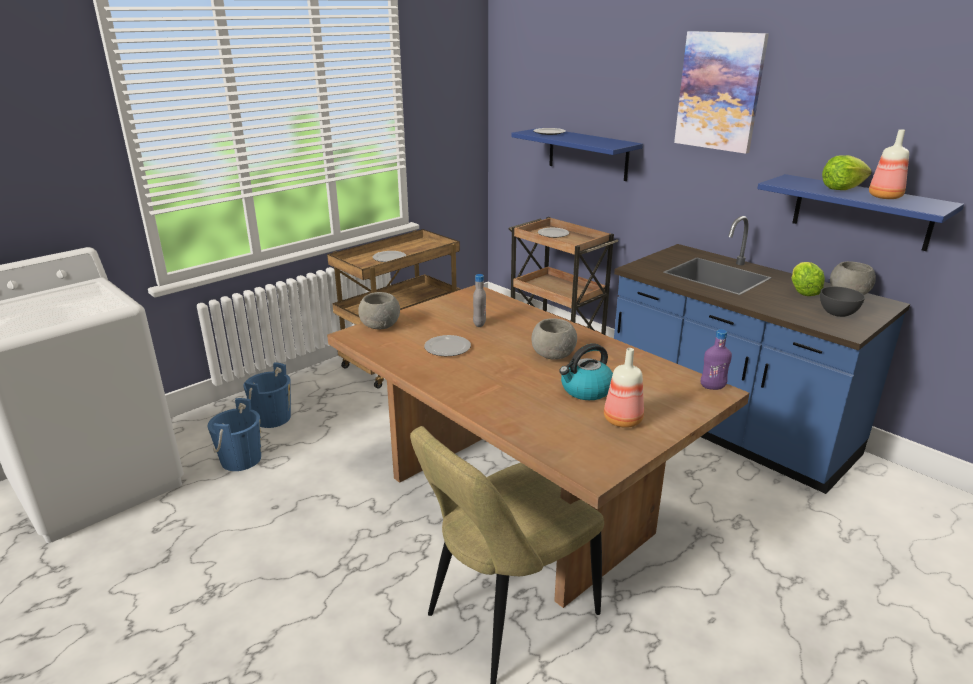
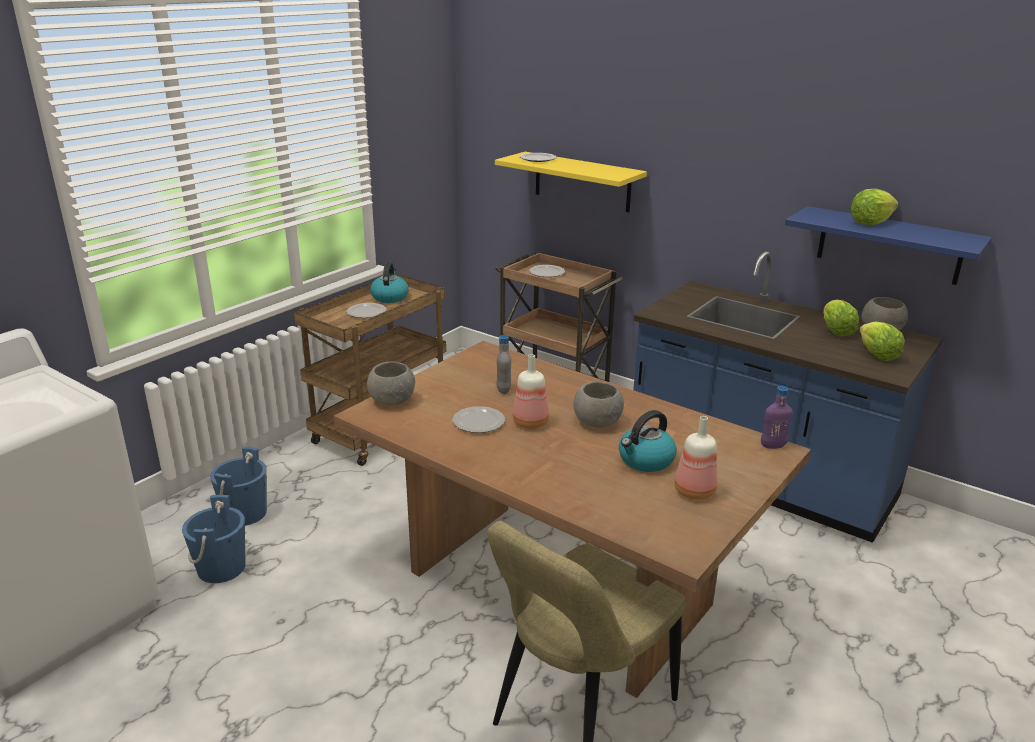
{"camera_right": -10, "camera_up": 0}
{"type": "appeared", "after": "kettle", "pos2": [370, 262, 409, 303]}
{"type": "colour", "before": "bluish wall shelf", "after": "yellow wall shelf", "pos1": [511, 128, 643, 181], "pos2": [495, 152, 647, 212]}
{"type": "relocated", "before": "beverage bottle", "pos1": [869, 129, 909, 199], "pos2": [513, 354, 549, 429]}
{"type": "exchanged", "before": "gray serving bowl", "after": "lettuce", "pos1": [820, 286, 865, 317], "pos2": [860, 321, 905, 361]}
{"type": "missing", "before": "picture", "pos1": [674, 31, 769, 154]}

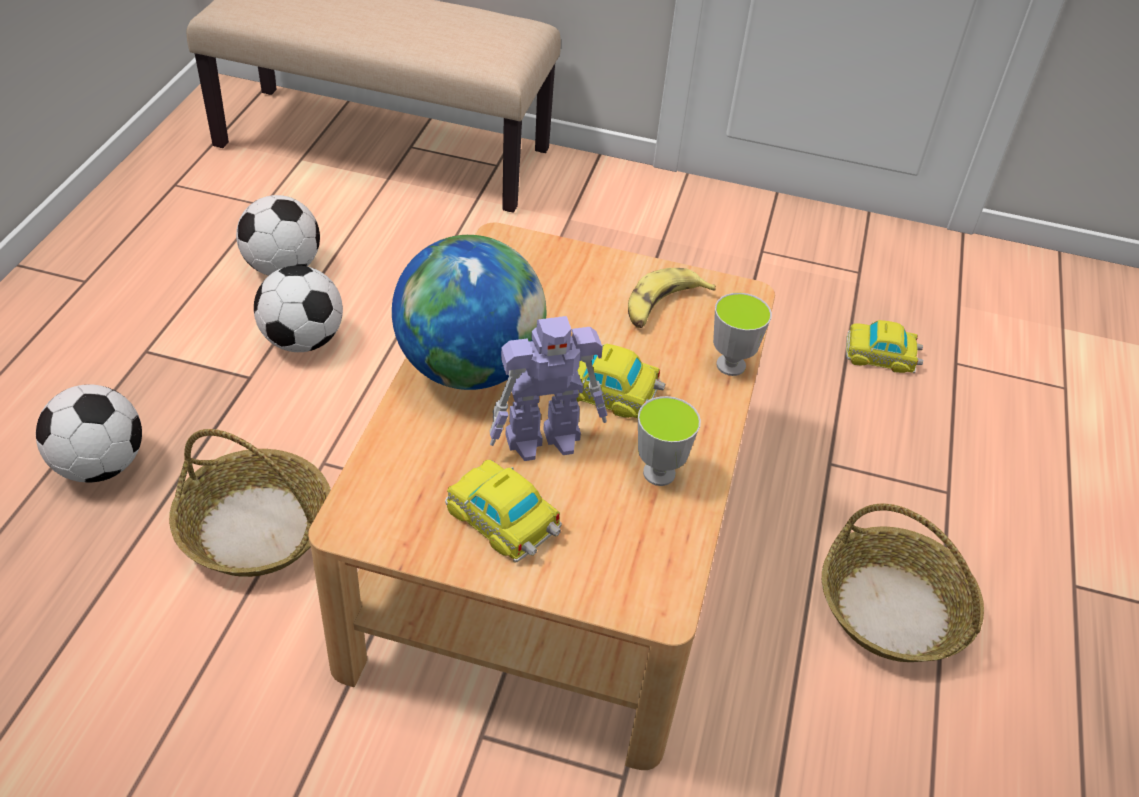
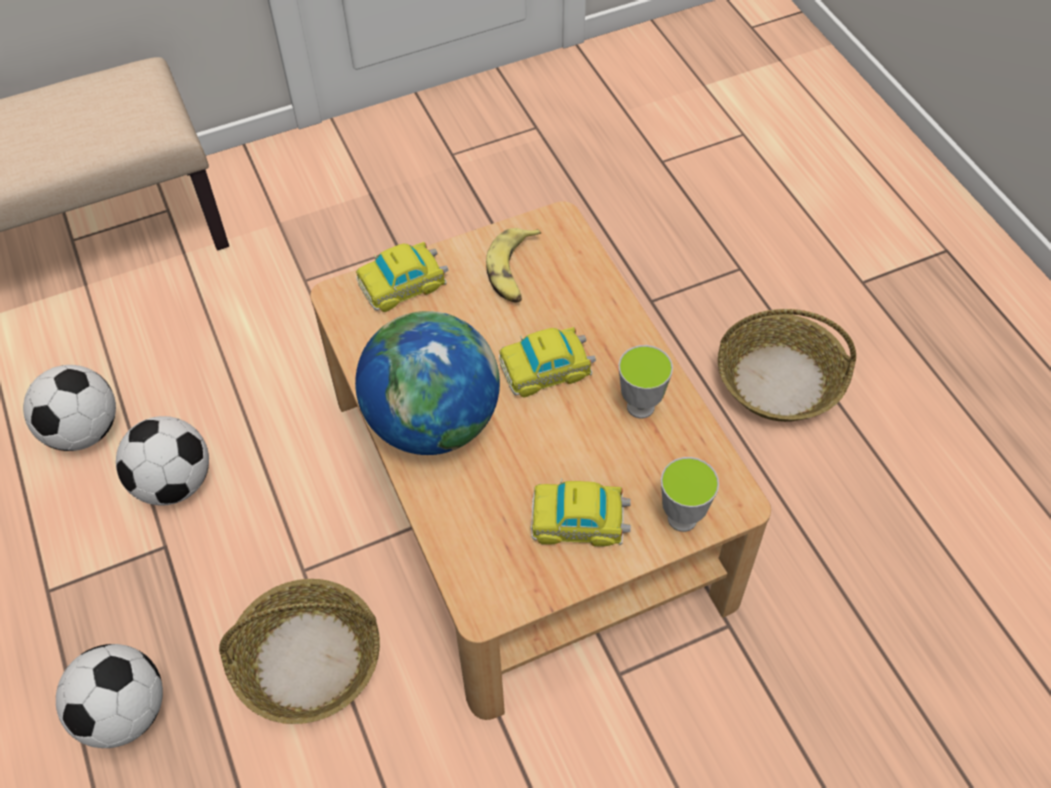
{"camera_right": -35, "camera_up": 10}
{"type": "relocated", "before": "model car", "pos1": [846, 320, 923, 373], "pos2": [356, 242, 449, 312]}
{"type": "relocated", "before": "cup", "pos1": [713, 293, 772, 376], "pos2": [661, 457, 719, 532]}
{"type": "missing", "before": "model robot", "pos1": [489, 316, 607, 461]}

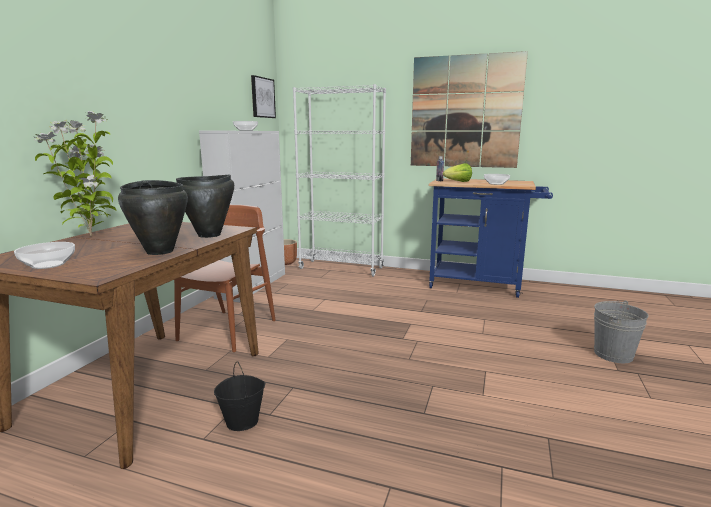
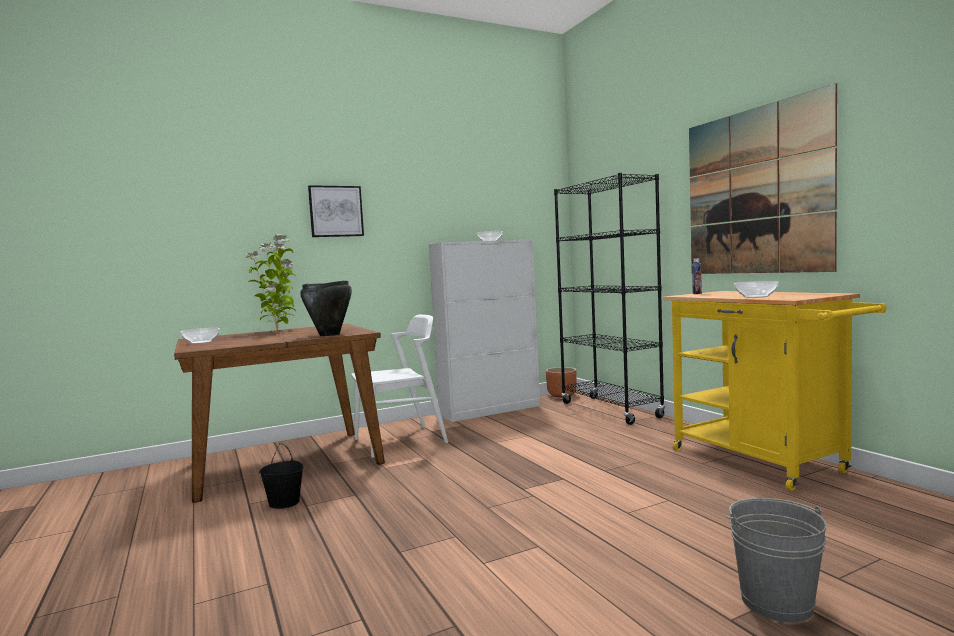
{"camera_right": 45, "camera_up": -10}
{"type": "relocated", "before": "picture", "pos1": [251, 75, 276, 118], "pos2": [308, 185, 364, 237]}
{"type": "colour", "before": "brown chair", "after": "white chair", "pos1": [174, 205, 276, 352], "pos2": [351, 314, 448, 458]}
{"type": "colour", "before": "white shelving unit", "after": "black shelving unit", "pos1": [293, 84, 386, 277], "pos2": [554, 173, 665, 425]}
{"type": "colour", "before": "bluish cart", "after": "yellow cart", "pos1": [429, 178, 553, 298], "pos2": [663, 291, 886, 491]}
{"type": "missing", "before": "black cooking pot", "pos1": [118, 180, 188, 255]}
{"type": "missing", "before": "lettuce", "pos1": [443, 163, 472, 182]}

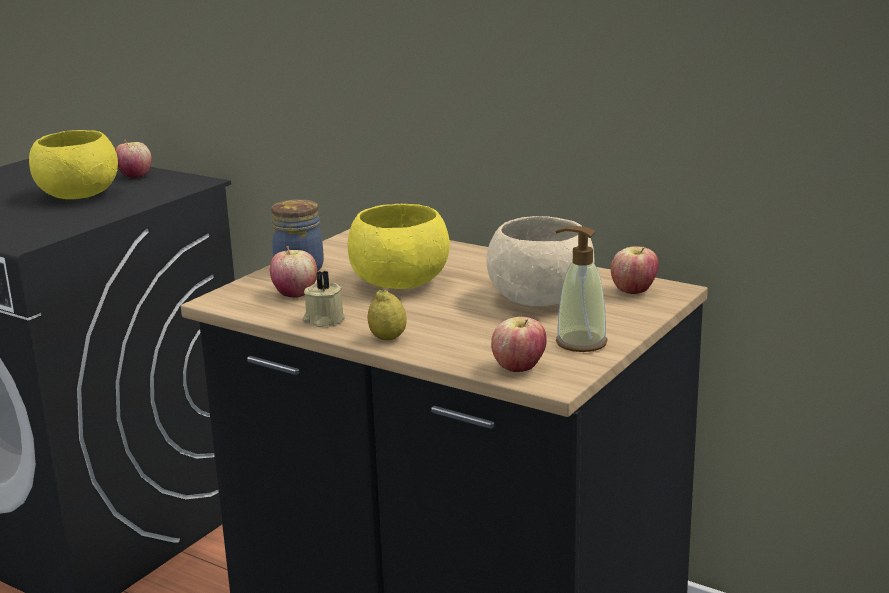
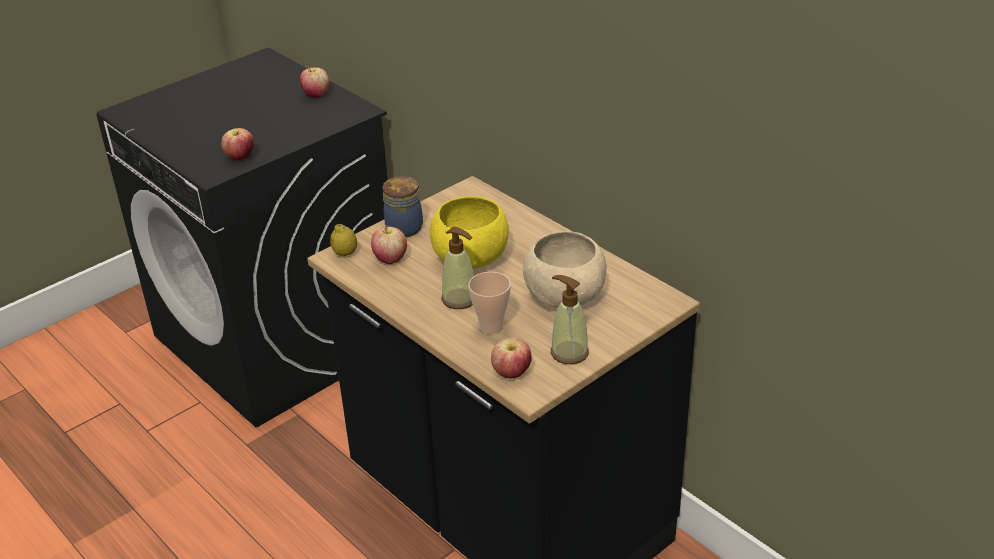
{"camera_right": 15, "camera_up": 15}
{"type": "relocated", "before": "apple fruit", "pos1": [611, 246, 659, 294], "pos2": [221, 128, 254, 160]}
{"type": "relocated", "before": "citrus fruit", "pos1": [367, 290, 407, 340], "pos2": [330, 224, 357, 256]}
{"type": "appeared", "after": "soap bottle", "pos2": [442, 227, 474, 309]}
{"type": "appeared", "after": "cup", "pos2": [468, 272, 511, 334]}
{"type": "missing", "before": "yellow serving bowl", "pos1": [29, 130, 118, 199]}
{"type": "missing", "before": "sand-coloured wax candle", "pos1": [302, 271, 345, 327]}

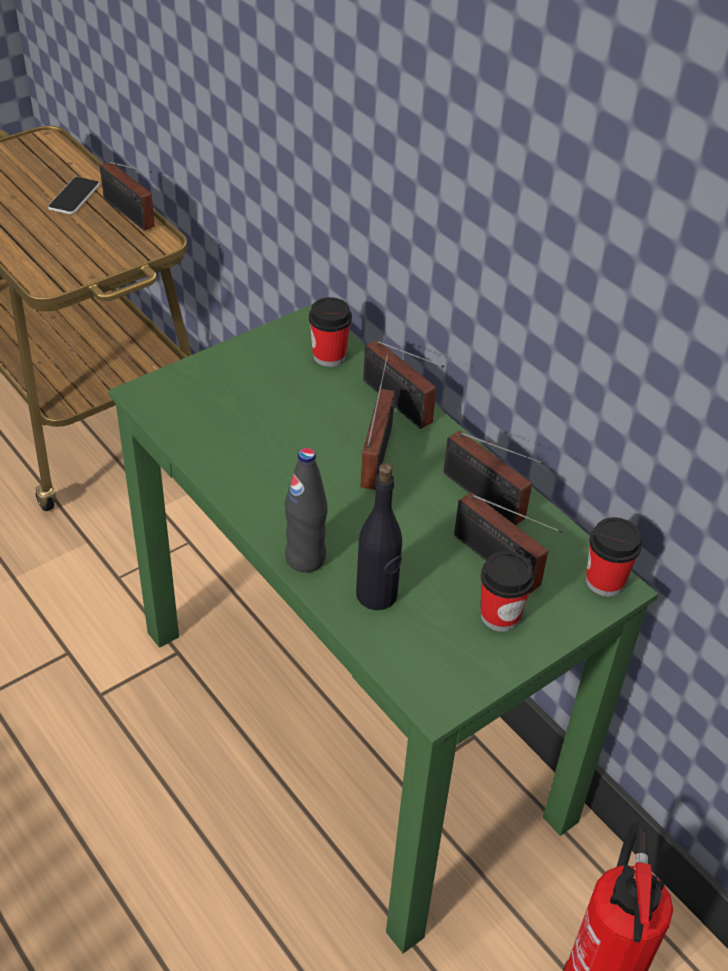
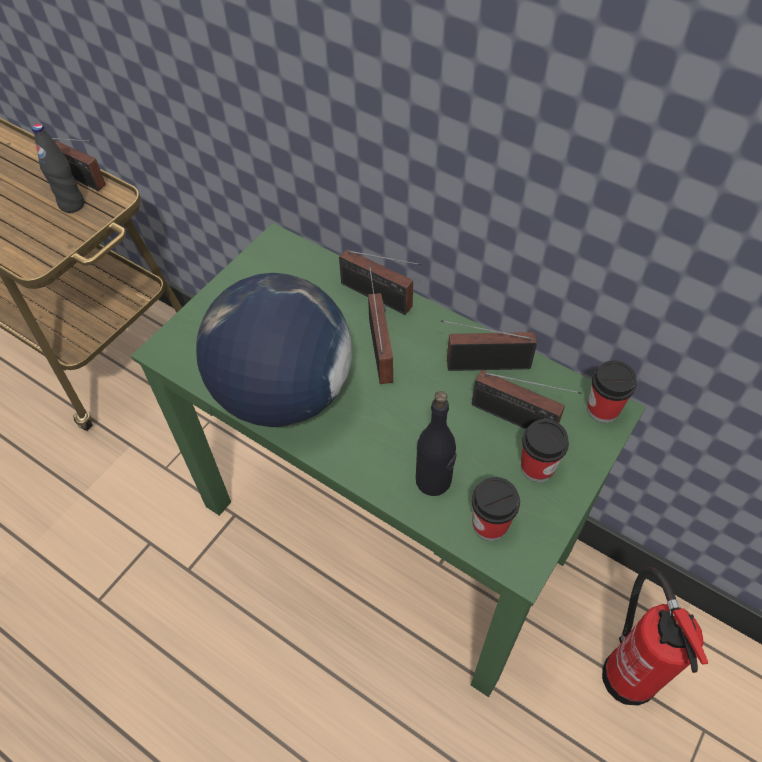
{"camera_right": -15, "camera_up": 10}
{"type": "relocated", "before": "black beverage bottle", "pos1": [284, 448, 328, 573], "pos2": [32, 123, 84, 213]}
{"type": "appeared", "after": "desk globe", "pos2": [196, 273, 352, 427]}
{"type": "spun", "before": "radio receiver", "pos1": [443, 431, 545, 525], "pos2": [441, 320, 537, 371], "turn": 150}
{"type": "relocated", "before": "cup", "pos1": [309, 297, 352, 367], "pos2": [472, 477, 520, 541]}
{"type": "missing", "before": "telephone", "pos1": [48, 177, 100, 214]}

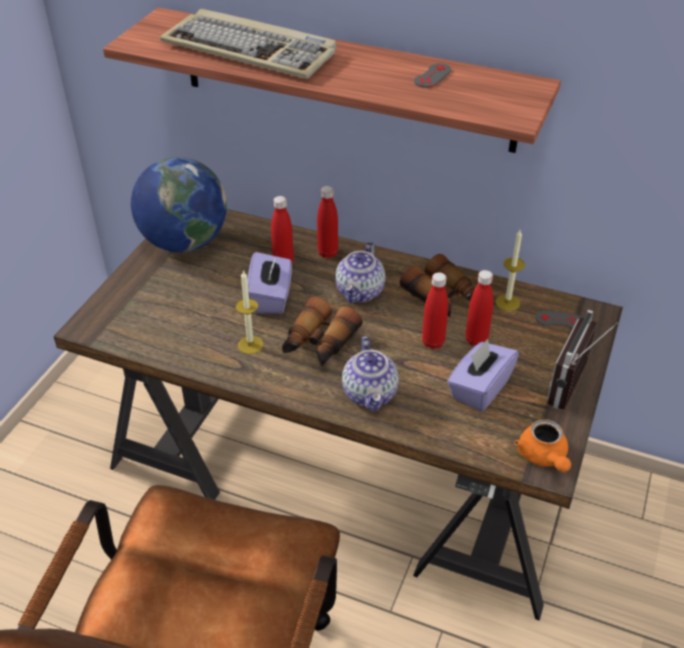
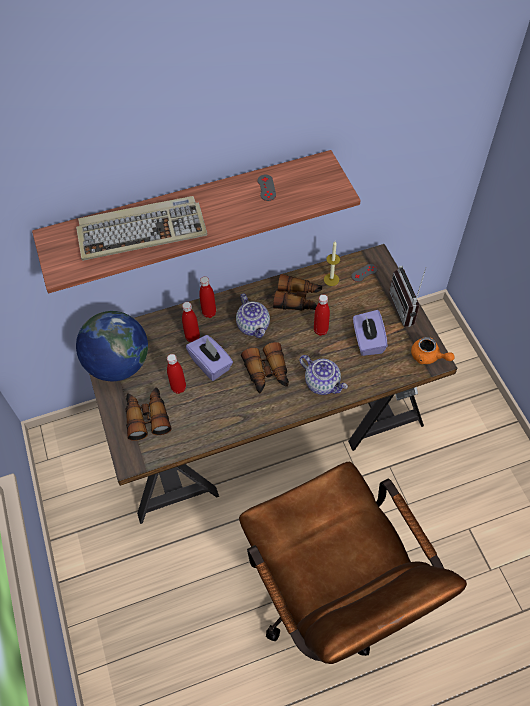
{"camera_right": -40, "camera_up": 15}
{"type": "appeared", "after": "binoculars", "pos2": [126, 387, 172, 441]}
{"type": "relocated", "before": "red beverage bottle", "pos1": [466, 270, 493, 346], "pos2": [167, 354, 186, 394]}
{"type": "missing", "before": "wax candle", "pos1": [236, 270, 263, 354]}

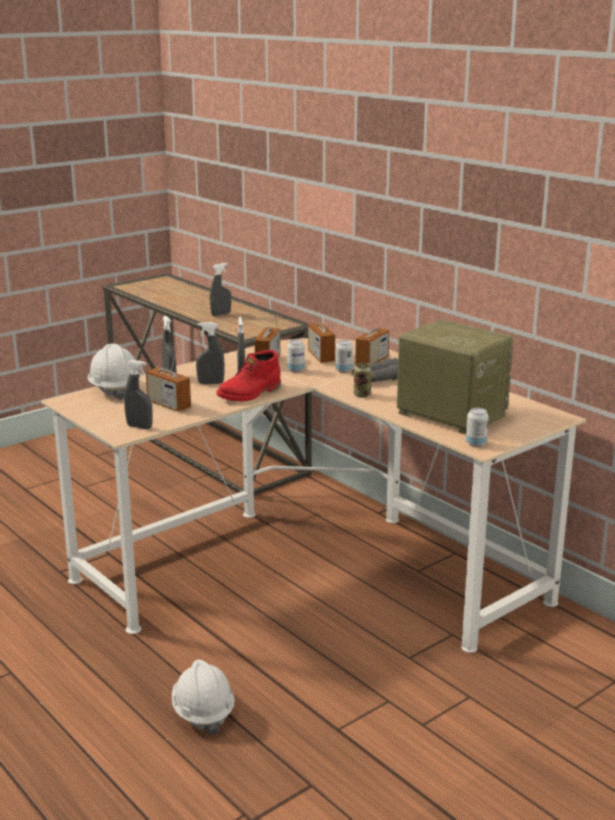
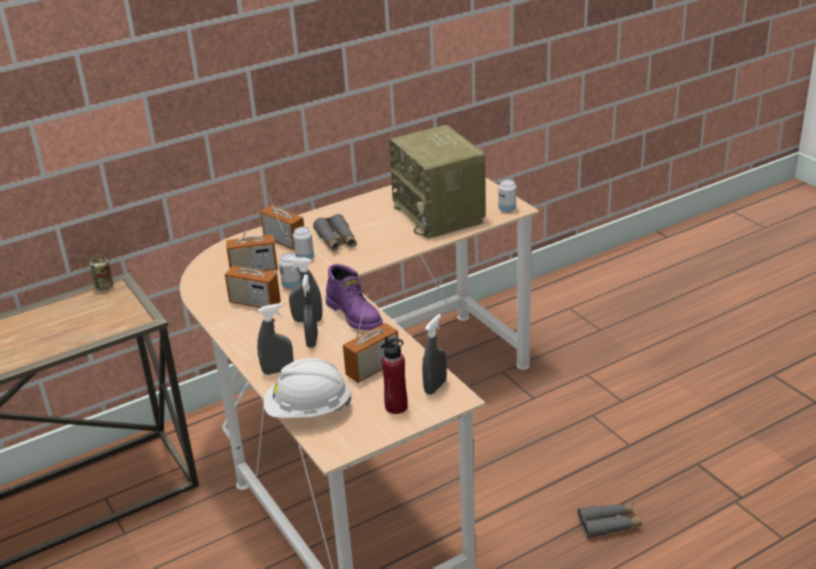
{"camera_right": -80, "camera_up": 10}
{"type": "relocated", "before": "can", "pos1": [354, 363, 372, 397], "pos2": [90, 255, 114, 291]}
{"type": "colour", "before": "red high-top boot", "after": "purple high-top boot", "pos1": [216, 350, 281, 401], "pos2": [326, 264, 383, 330]}
{"type": "appeared", "after": "red beverage bottle", "pos2": [382, 337, 408, 414]}
{"type": "spun", "before": "radio receiver", "pos1": [397, 320, 513, 435], "pos2": [389, 125, 485, 239], "turn": -75}
{"type": "exchanged", "before": "white safety helmet", "after": "gray binoculars", "pos1": [172, 659, 235, 735], "pos2": [577, 503, 642, 538]}
{"type": "missing", "before": "gray sprayer", "pos1": [210, 263, 231, 316]}

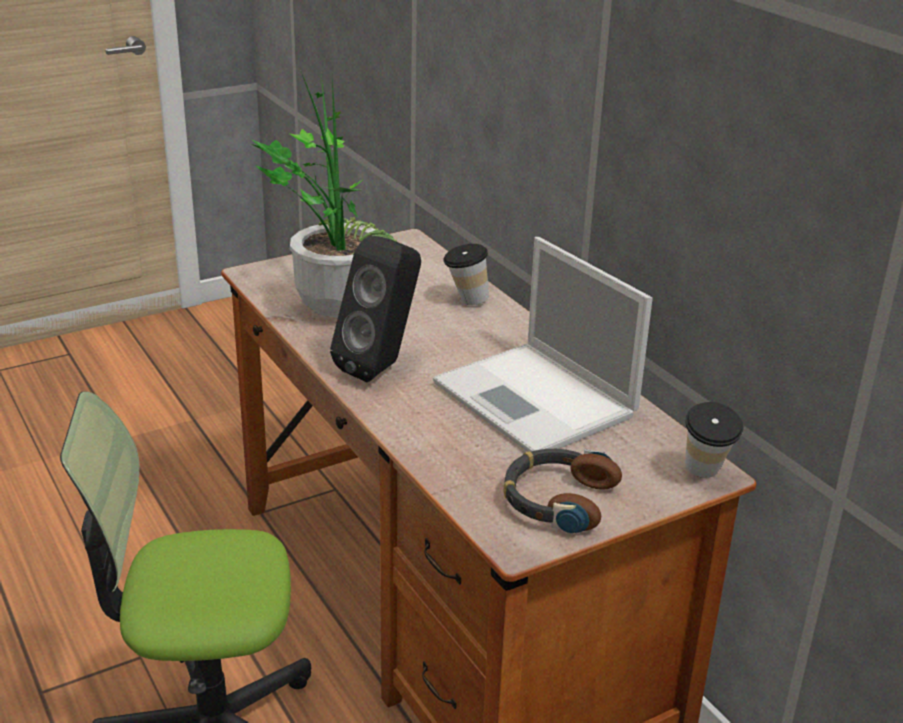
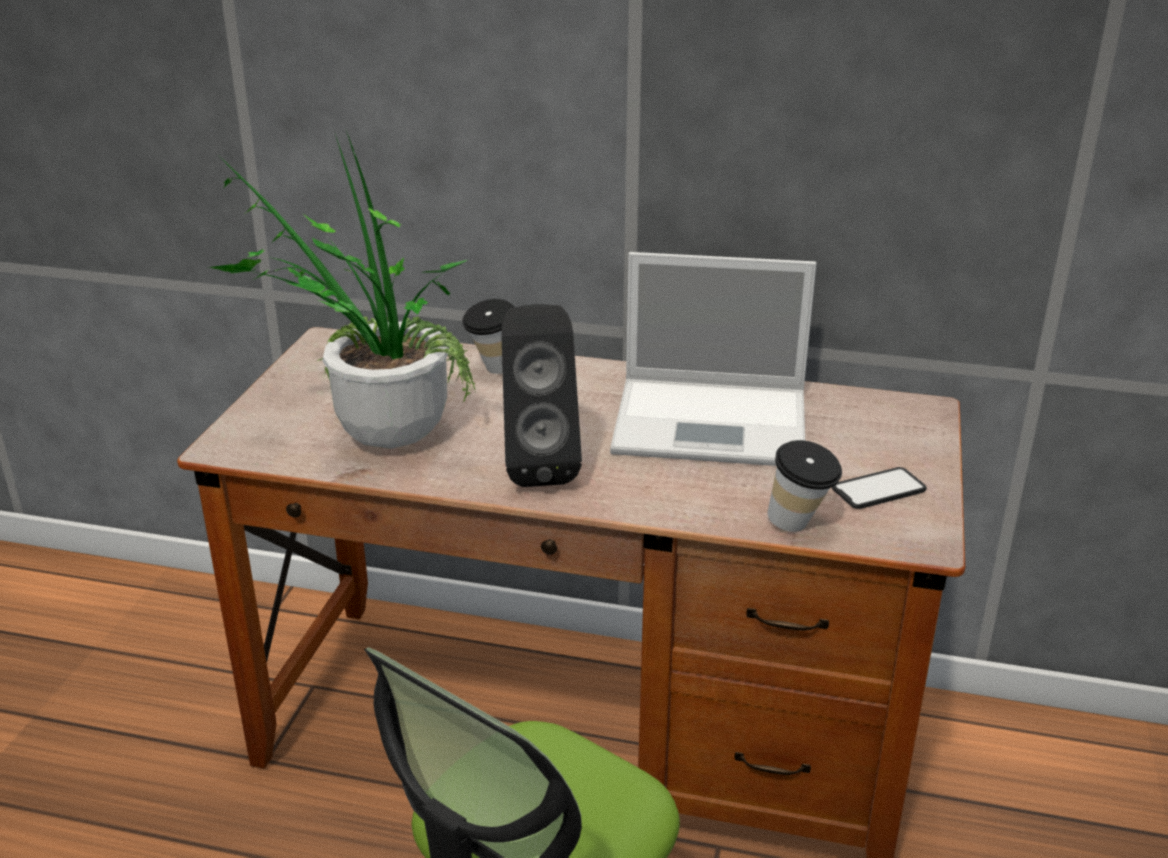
{"camera_right": -45, "camera_up": 0}
{"type": "relocated", "before": "cup", "pos1": [685, 402, 744, 478], "pos2": [767, 440, 842, 532]}
{"type": "exchanged", "before": "headset", "after": "telephone", "pos1": [504, 448, 622, 535], "pos2": [832, 467, 927, 509]}

